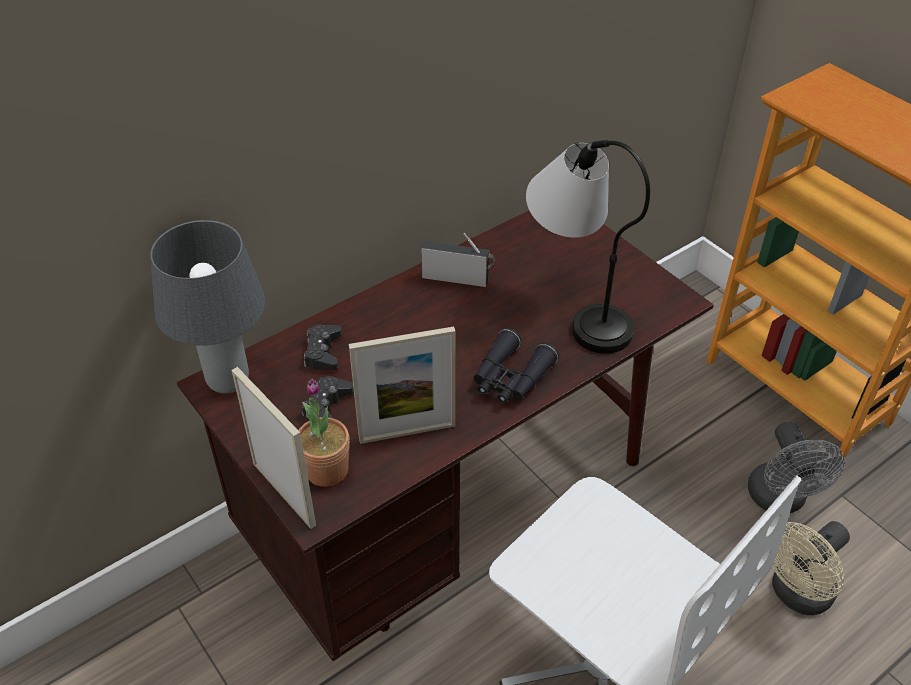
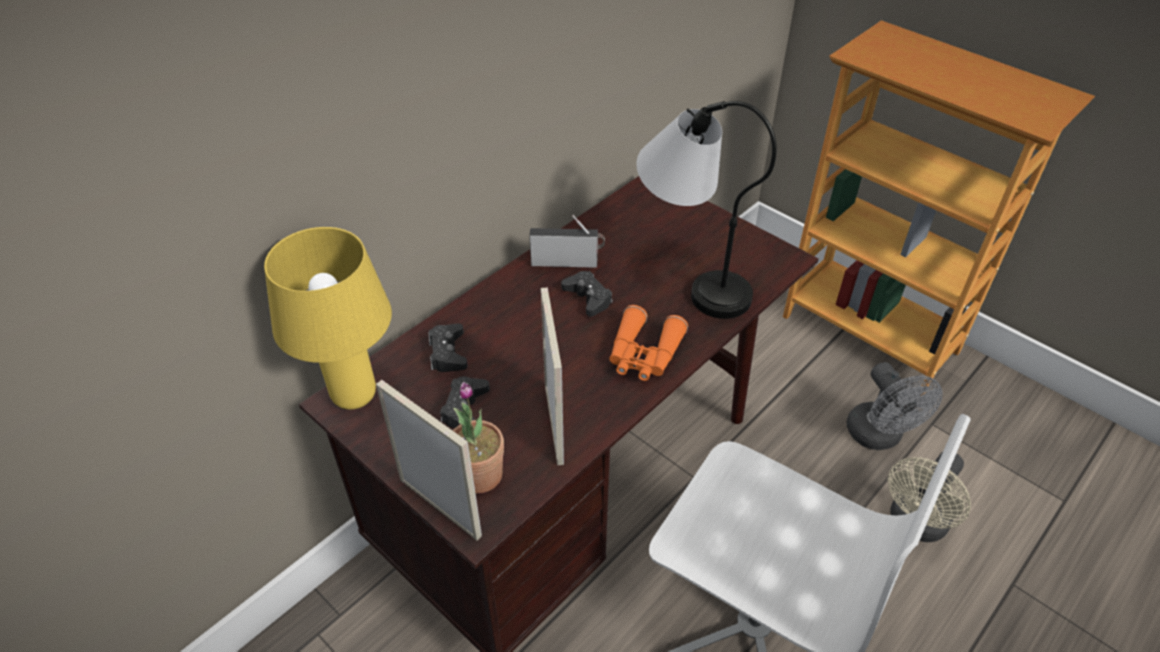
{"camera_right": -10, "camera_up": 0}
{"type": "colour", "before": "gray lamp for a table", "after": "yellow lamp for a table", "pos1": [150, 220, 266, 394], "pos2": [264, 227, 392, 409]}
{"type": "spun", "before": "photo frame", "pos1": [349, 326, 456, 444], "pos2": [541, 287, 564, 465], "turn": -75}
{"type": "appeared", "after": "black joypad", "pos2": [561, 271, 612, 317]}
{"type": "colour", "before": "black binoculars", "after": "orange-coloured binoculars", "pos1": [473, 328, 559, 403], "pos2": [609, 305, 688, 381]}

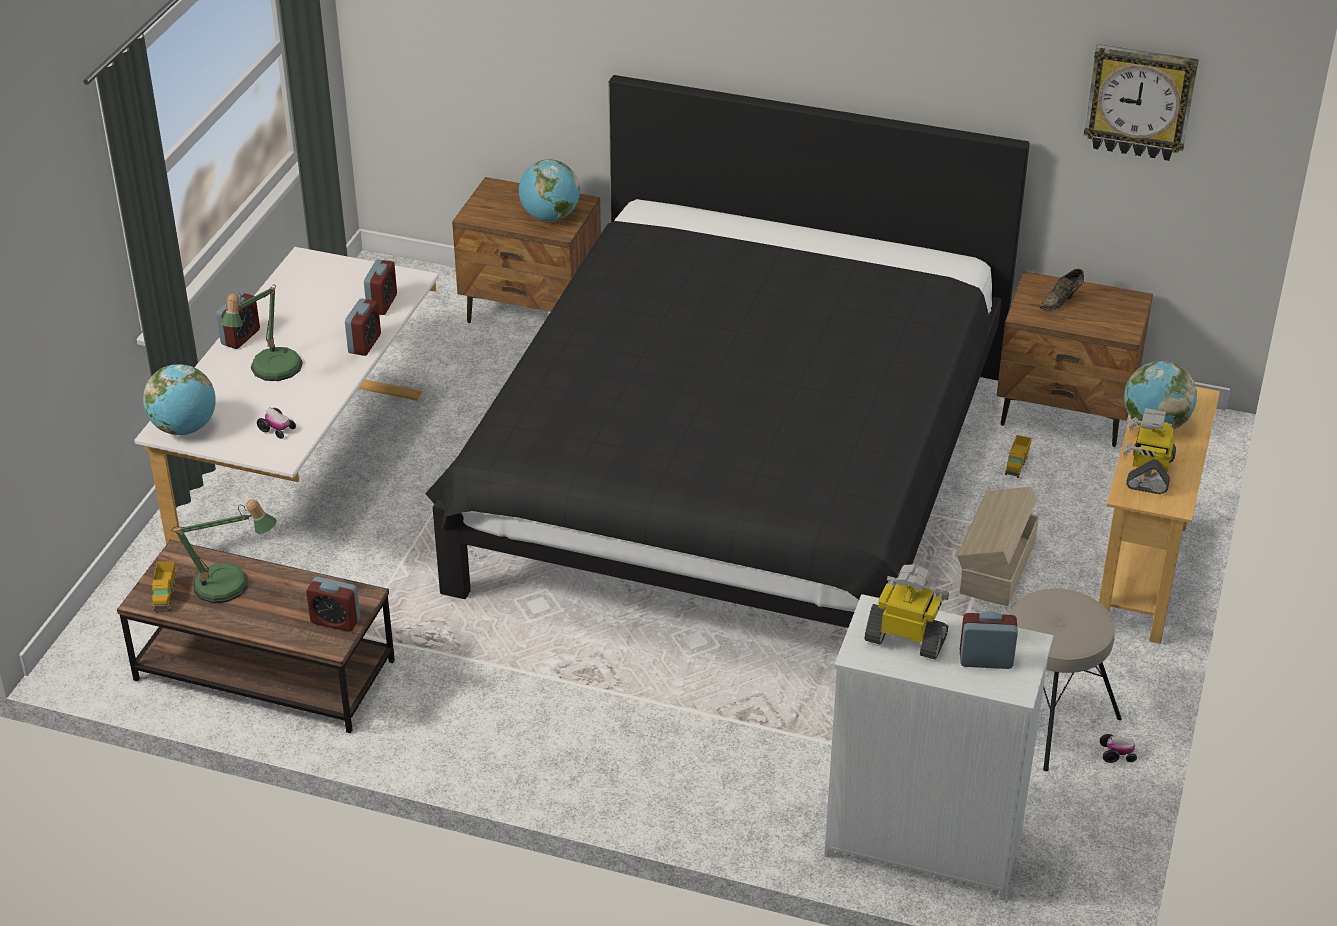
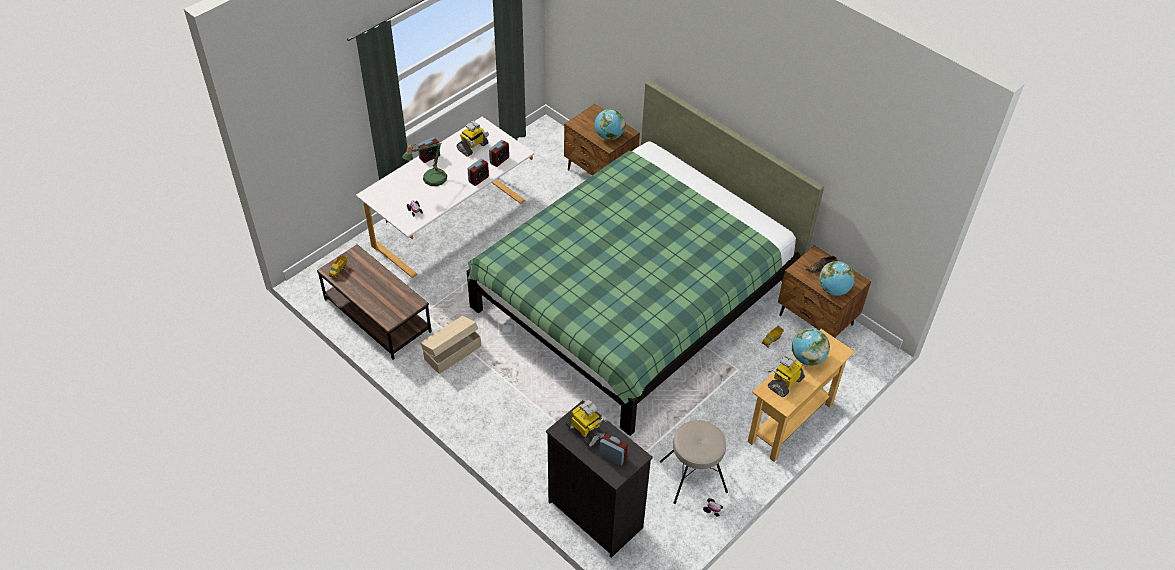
{"camera_right": 25, "camera_up": 10}
{"type": "relocated", "before": "sand-coloured storage box", "pos1": [957, 487, 1039, 606], "pos2": [420, 316, 481, 374]}
{"type": "appeared", "after": "model robot", "pos2": [456, 121, 489, 157]}
{"type": "colour", "before": "black bed", "after": "green-coloured bed", "pos1": [425, 75, 1030, 628], "pos2": [467, 80, 824, 436]}
{"type": "colour", "before": "white chest of drawers", "after": "black chest of drawers", "pos1": [824, 594, 1053, 901], "pos2": [546, 400, 653, 558]}
{"type": "relocated", "before": "desk globe", "pos1": [143, 364, 216, 435], "pos2": [819, 261, 855, 296]}
{"type": "missing", "before": "lamp for a table", "pos1": [172, 499, 276, 603]}
{"type": "missing", "before": "bedside clock", "pos1": [306, 577, 360, 632]}
{"type": "missing", "before": "wall clock", "pos1": [1084, 44, 1199, 161]}

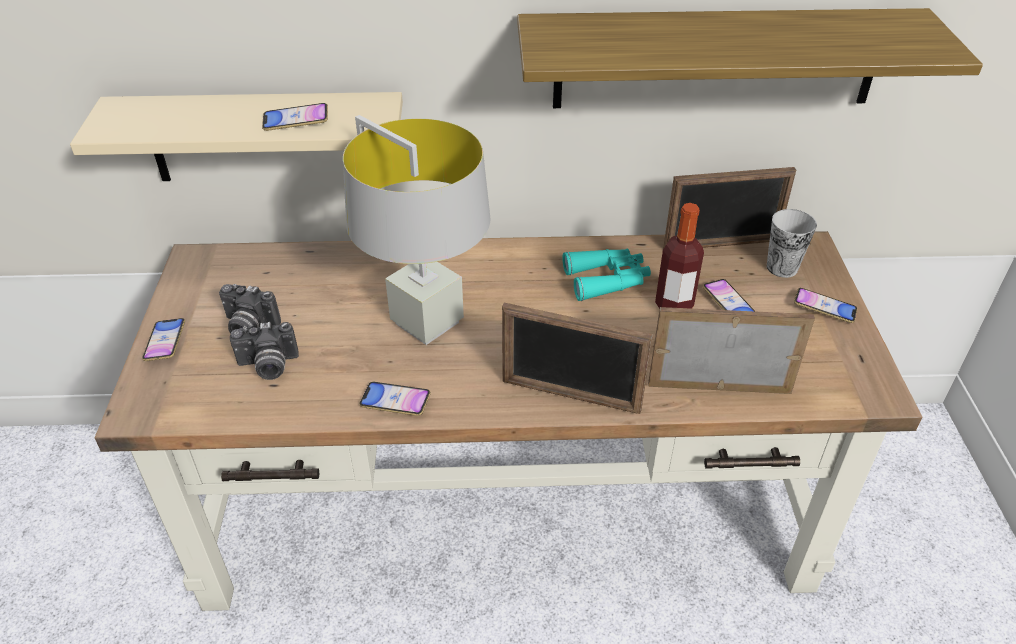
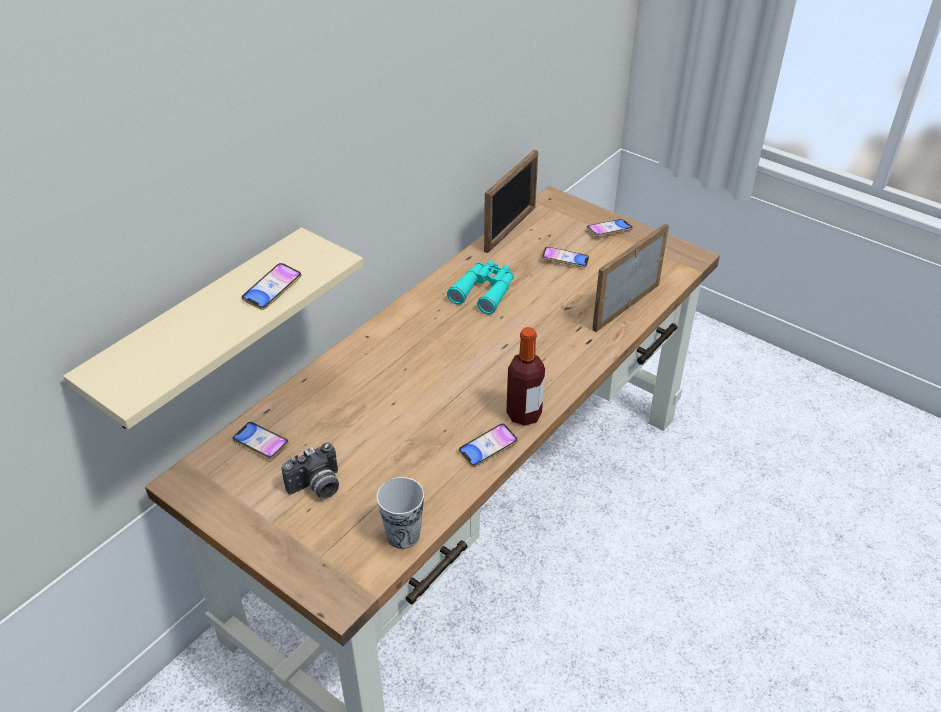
{"camera_right": -50, "camera_up": 0}
{"type": "relocated", "before": "telephone", "pos1": [142, 318, 185, 361], "pos2": [232, 422, 289, 459]}
{"type": "relocated", "before": "cup", "pos1": [767, 209, 817, 278], "pos2": [377, 477, 424, 549]}
{"type": "relocated", "before": "beverage bottle", "pos1": [655, 203, 704, 309], "pos2": [506, 327, 545, 426]}
{"type": "missing", "before": "photo camera", "pos1": [230, 322, 299, 380]}
{"type": "missing", "before": "gray lamp for a table", "pos1": [343, 115, 490, 345]}
{"type": "missing", "before": "photo frame", "pos1": [502, 303, 653, 414]}
{"type": "missing", "before": "wall shelf", "pos1": [517, 8, 983, 108]}

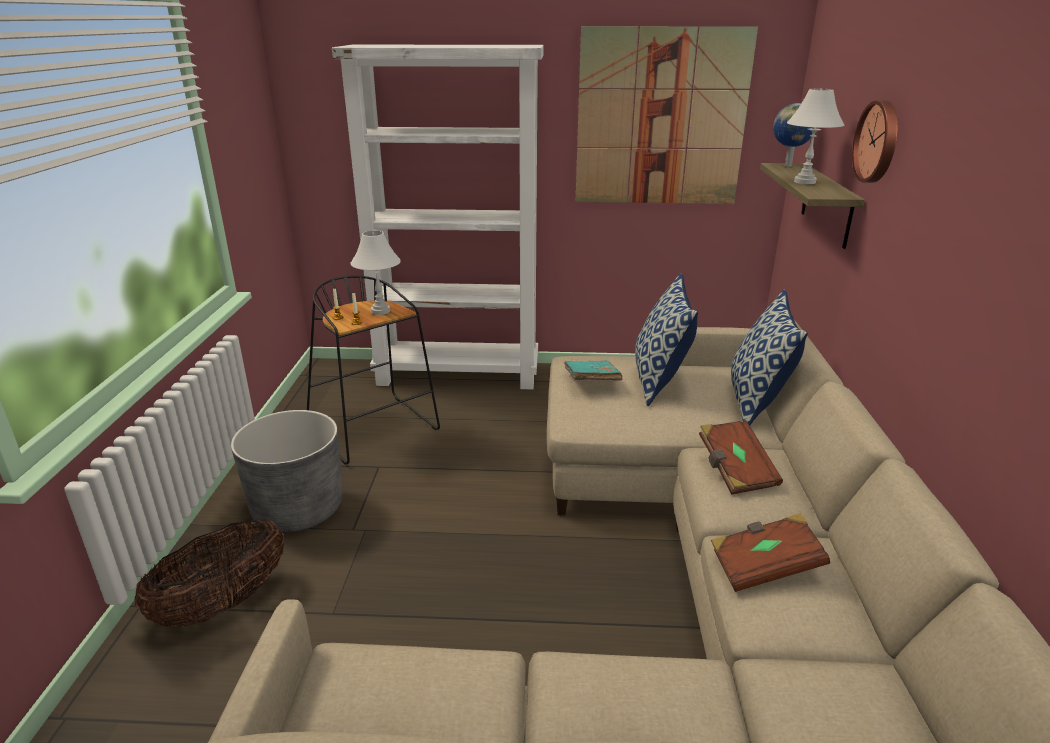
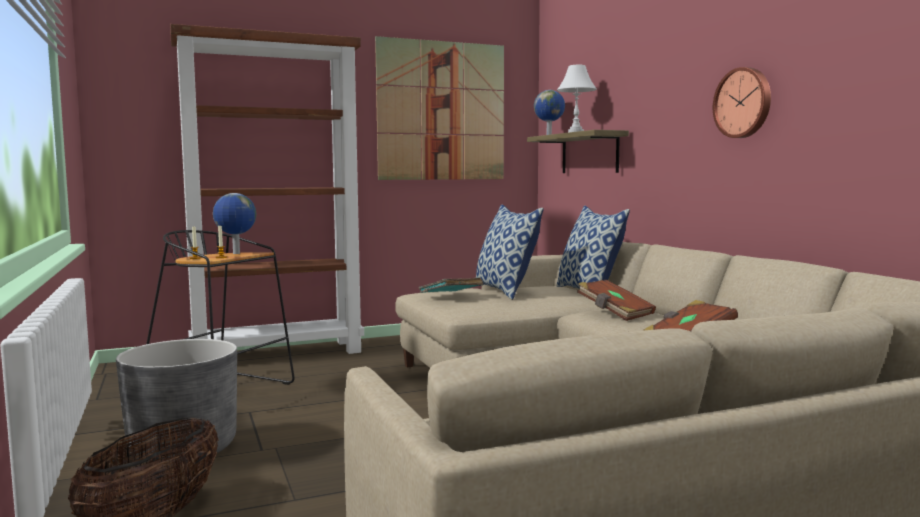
{"camera_right": -25, "camera_up": -20}
{"type": "colour", "before": "white shelving unit", "after": "brown shelving unit", "pos1": [332, 45, 544, 390], "pos2": [170, 24, 364, 354]}
{"type": "exchanged", "before": "white lamp for a table", "after": "desk globe", "pos1": [350, 231, 401, 315], "pos2": [213, 193, 256, 254]}
{"type": "relocated", "before": "wall clock", "pos1": [852, 100, 898, 183], "pos2": [713, 67, 771, 138]}

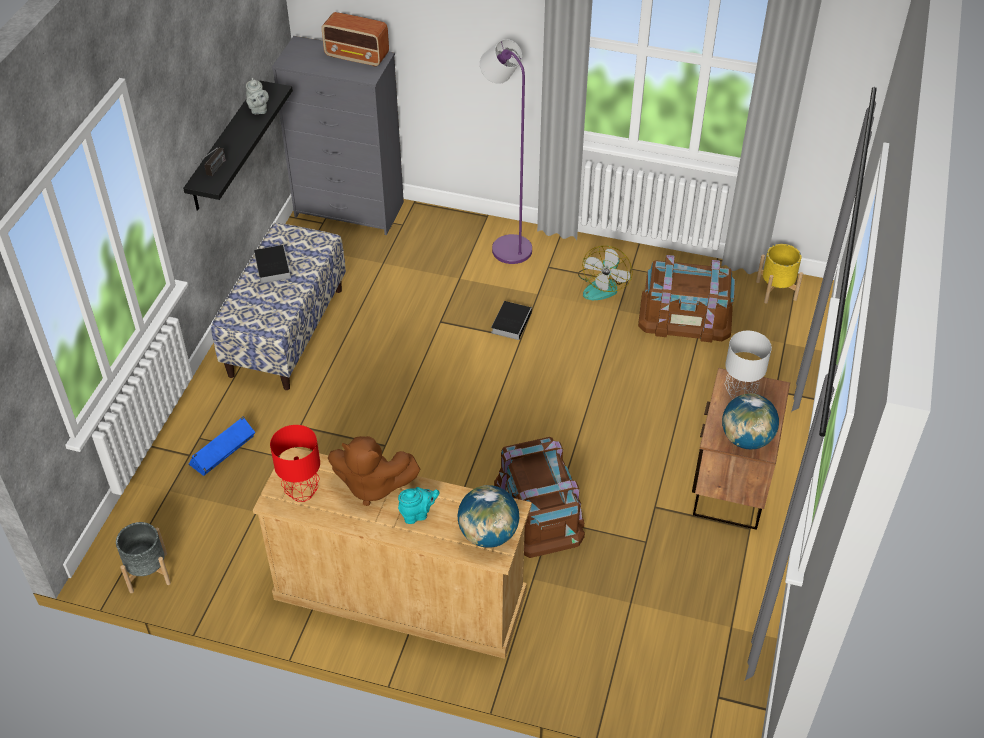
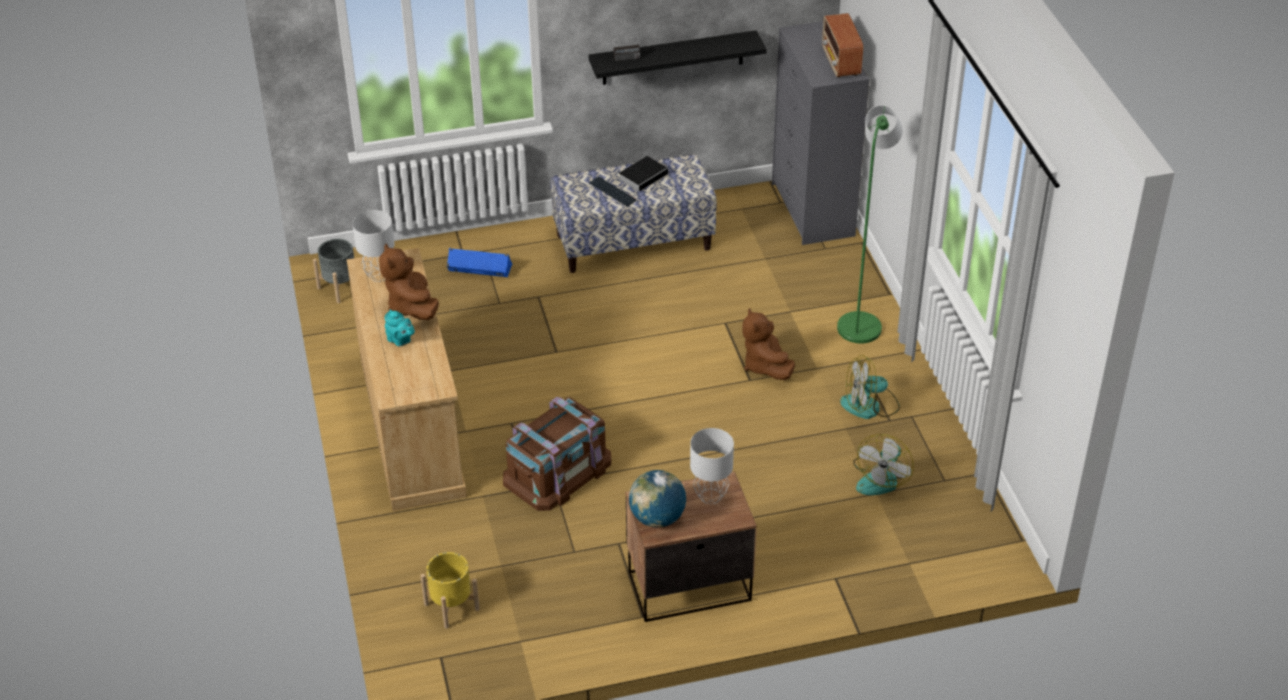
{"camera_right": 60, "camera_up": -5}
{"type": "colour", "before": "red lamp for a table", "after": "gray lamp for a table", "pos1": [270, 425, 320, 502], "pos2": [352, 210, 395, 282]}
{"type": "relocated", "before": "yellow flower pot", "pos1": [756, 244, 803, 304], "pos2": [420, 552, 480, 629]}
{"type": "appeared", "after": "computer keyboard", "pos2": [589, 176, 636, 207]}
{"type": "exchanged", "before": "bound book", "after": "brown plush toy", "pos1": [491, 301, 532, 340], "pos2": [742, 308, 795, 380]}
{"type": "colour", "before": "purple standard lamp", "after": "green-coloured standard lamp", "pos1": [480, 39, 532, 264], "pos2": [837, 105, 903, 344]}
{"type": "exchanged", "before": "brown storage box", "after": "cooling fan", "pos1": [638, 255, 735, 343], "pos2": [853, 434, 914, 495]}
{"type": "missing", "before": "gray teapot", "pos1": [246, 78, 269, 114]}
{"type": "missing", "before": "desk globe", "pos1": [458, 485, 519, 548]}

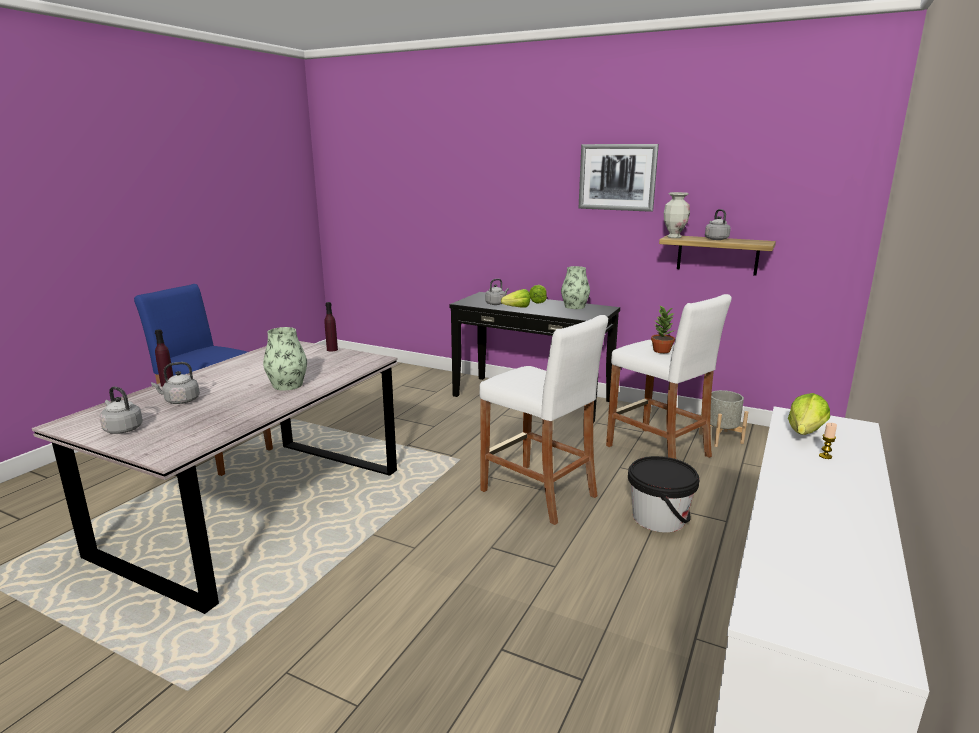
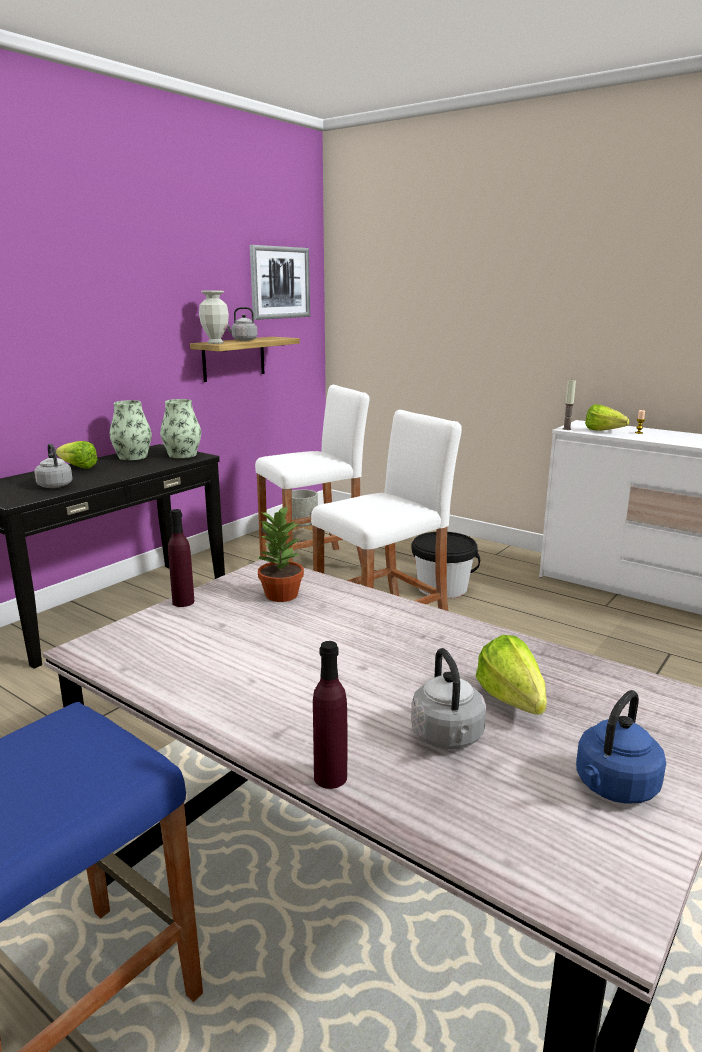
{"camera_right": -80, "camera_up": 0}
{"type": "relocated", "before": "decorative vase", "pos1": [263, 327, 307, 390], "pos2": [160, 399, 201, 458]}
{"type": "relocated", "before": "picture", "pos1": [579, 144, 659, 212], "pos2": [250, 245, 310, 320]}
{"type": "relocated", "before": "potted plant", "pos1": [651, 305, 676, 353], "pos2": [256, 506, 304, 602]}
{"type": "relocated", "before": "lettuce", "pos1": [501, 289, 530, 308], "pos2": [476, 635, 547, 715]}
{"type": "appeared", "after": "wax candle", "pos2": [563, 380, 576, 430]}
{"type": "colour", "before": "gray kettle", "after": "bluish kettle", "pos1": [100, 386, 143, 434], "pos2": [576, 690, 666, 804]}

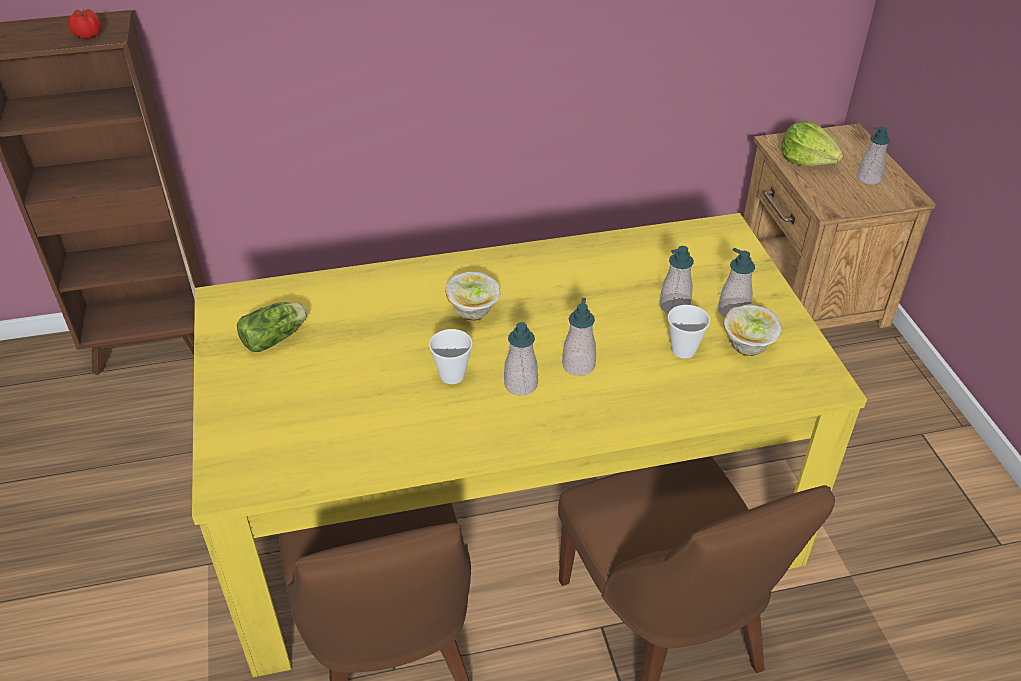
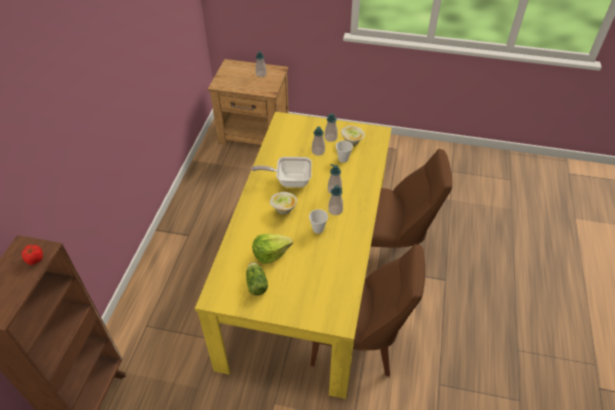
{"camera_right": -65, "camera_up": 5}
{"type": "appeared", "after": "skillet", "pos2": [251, 157, 312, 187]}
{"type": "relocated", "before": "lettuce", "pos1": [781, 121, 844, 166], "pos2": [252, 234, 293, 264]}

